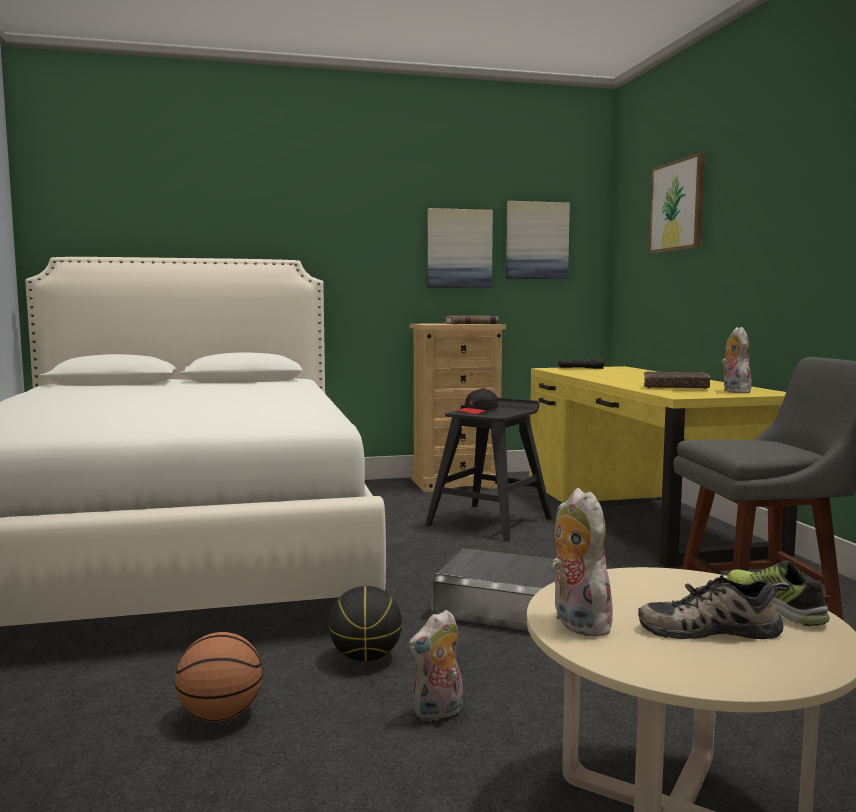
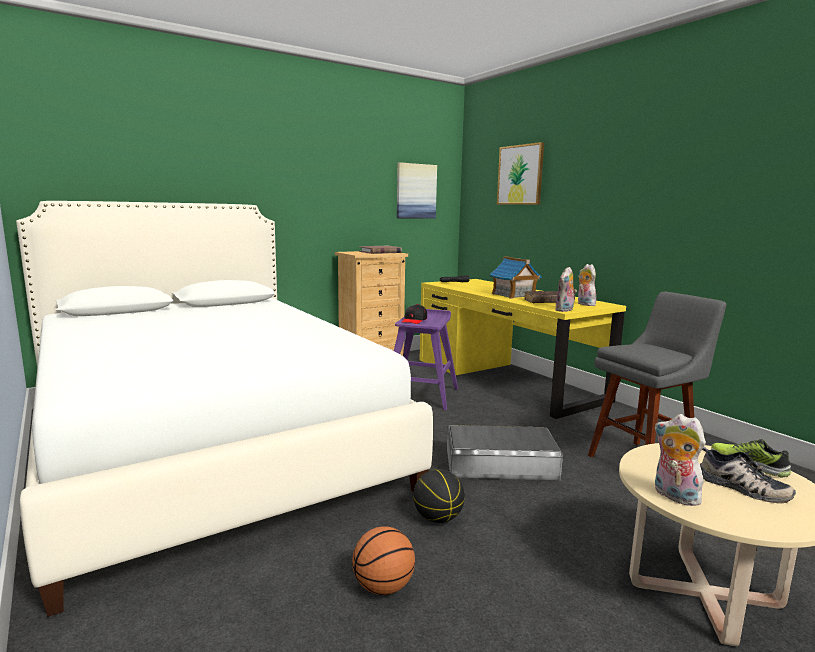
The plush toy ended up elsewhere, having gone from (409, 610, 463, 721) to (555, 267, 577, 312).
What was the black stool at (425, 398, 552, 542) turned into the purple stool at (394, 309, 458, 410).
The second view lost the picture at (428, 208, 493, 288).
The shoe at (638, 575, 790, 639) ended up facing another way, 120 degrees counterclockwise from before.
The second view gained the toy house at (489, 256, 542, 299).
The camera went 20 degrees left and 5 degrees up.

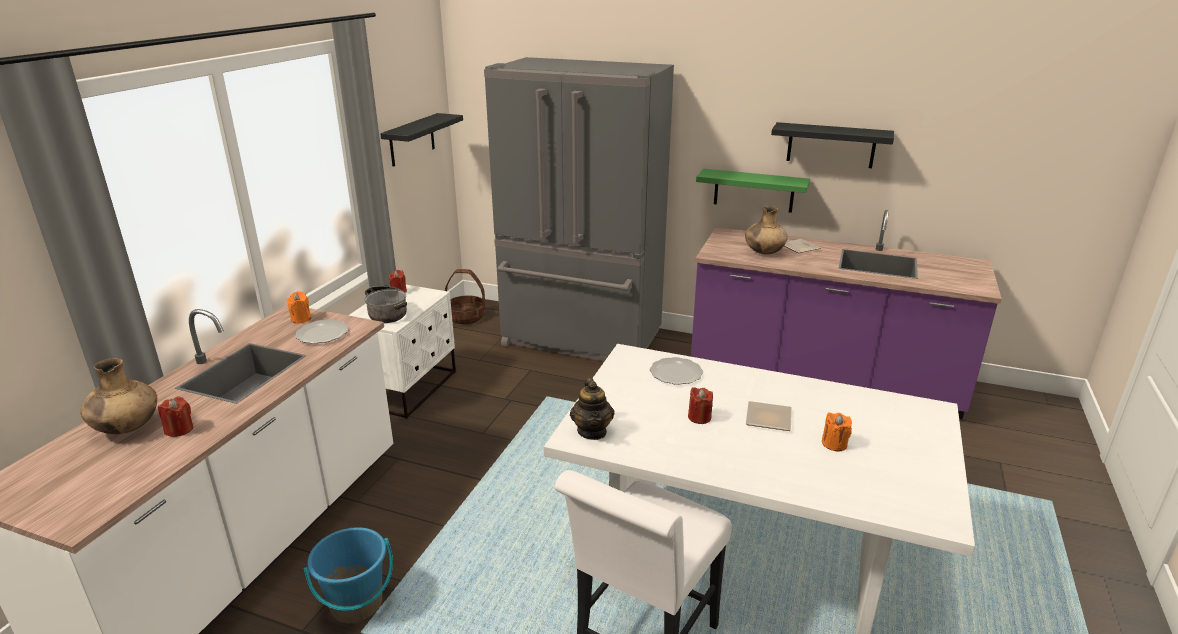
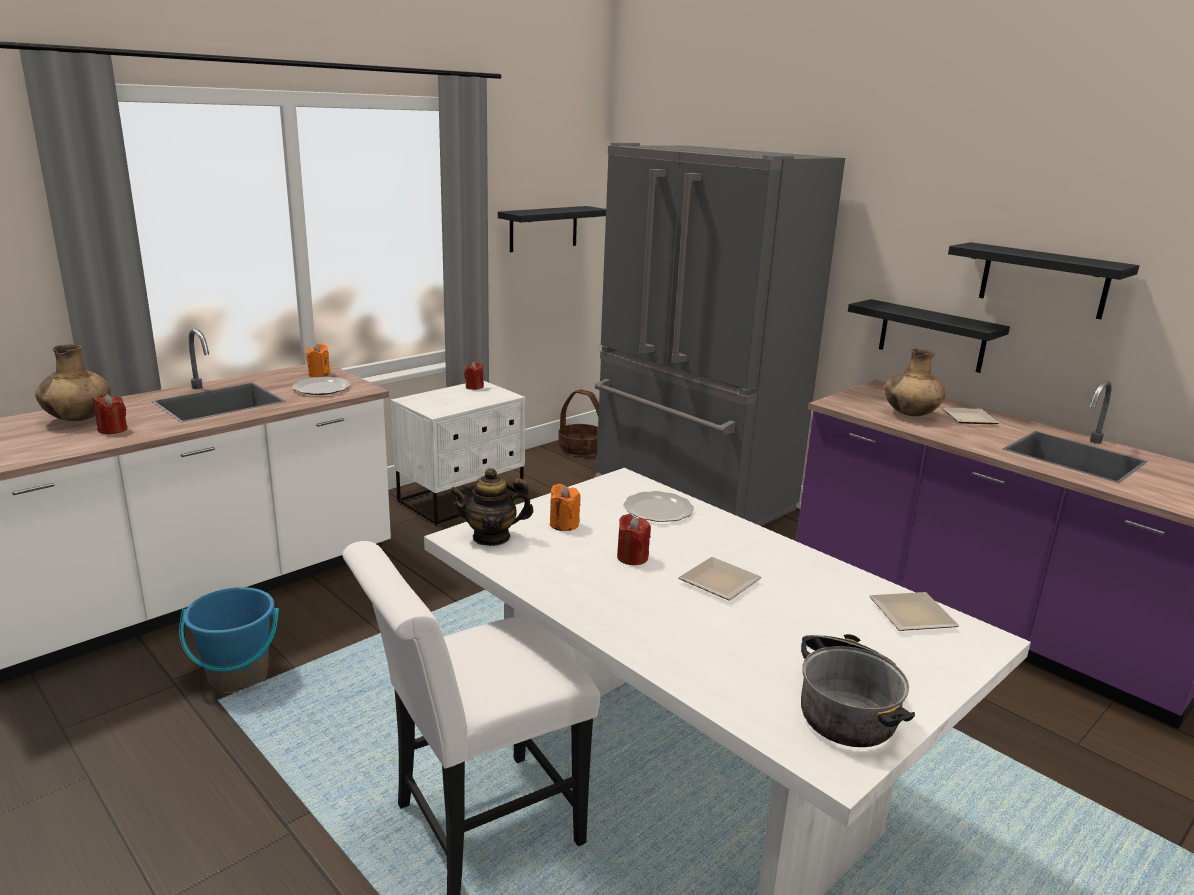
The cooking pot ended up elsewhere, having gone from (365, 285, 407, 323) to (801, 634, 915, 747).
The teapot at (570, 378, 615, 440) ended up facing another way, 60 degrees clockwise from before.
What was the green shelf at (696, 169, 810, 213) turned into the black shelf at (848, 299, 1010, 373).
The orange candle ended up elsewhere, having gone from (822, 413, 852, 451) to (550, 484, 581, 531).
The second view gained the plate at (869, 592, 959, 631).
The camera went 25 degrees right and 5 degrees down.

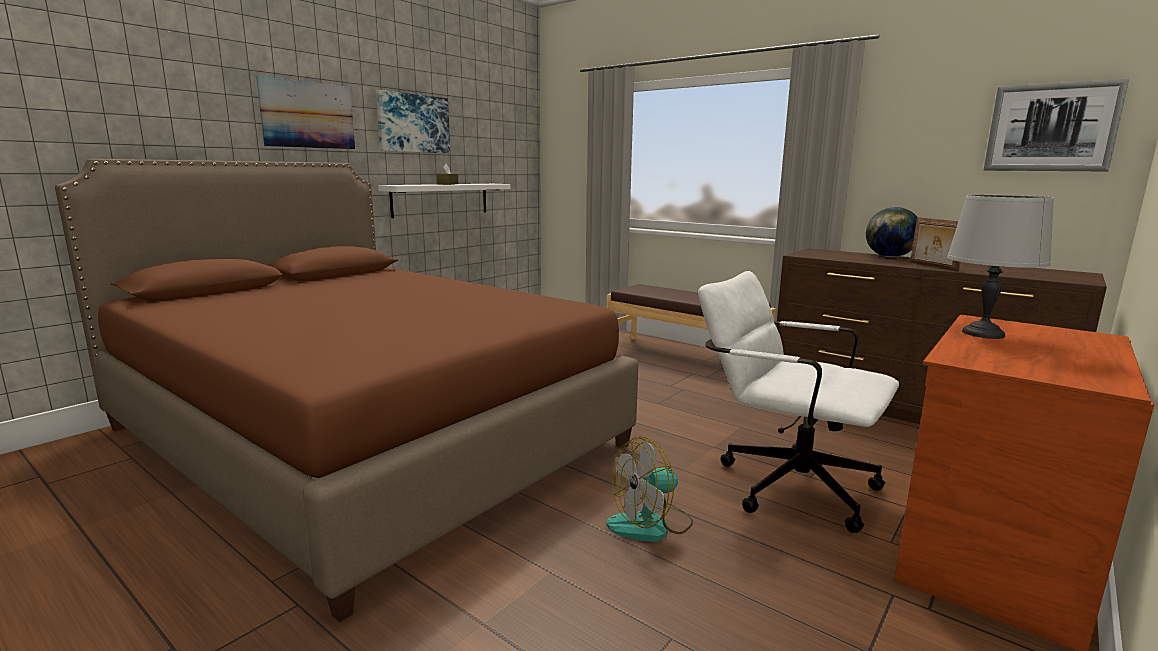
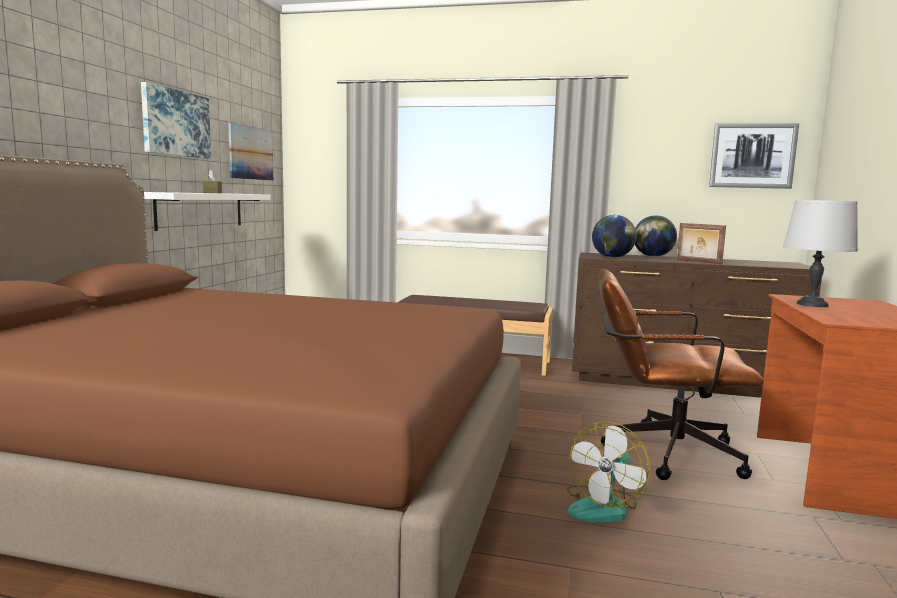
The picture ended up elsewhere, having gone from (256, 76, 355, 149) to (228, 123, 273, 181).
What was the white office chair at (698, 271, 899, 533) turned into the brown office chair at (598, 269, 764, 480).
The second view gained the globe at (592, 215, 636, 258).
The camera went 25 degrees left and 5 degrees down.

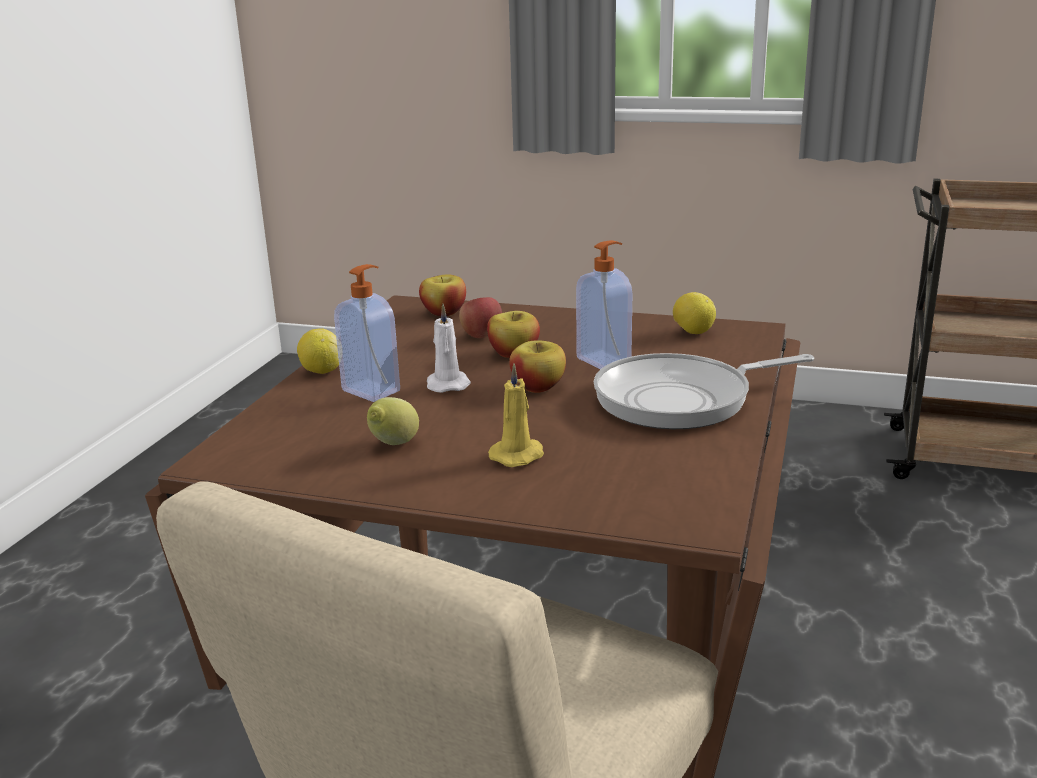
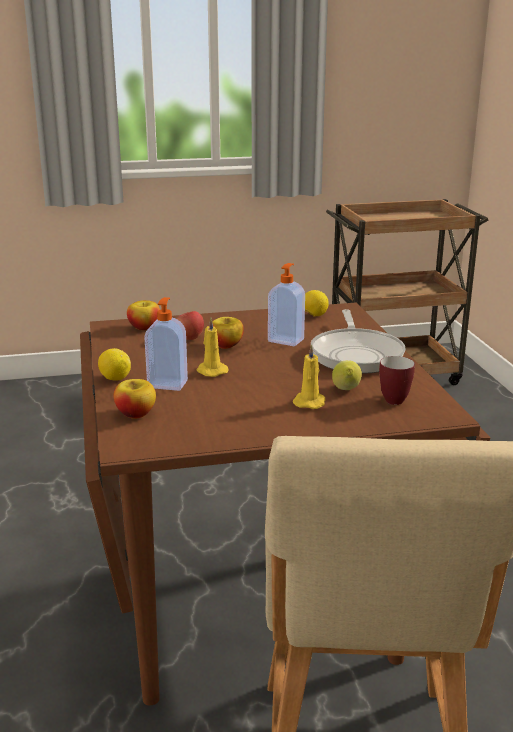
The lemon ended up elsewhere, having gone from (367, 397, 419, 445) to (332, 360, 362, 390).
What was the white candle at (427, 304, 471, 393) turned into the yellow candle at (196, 317, 229, 377).
The apple ended up elsewhere, having gone from (509, 340, 566, 393) to (114, 379, 156, 419).
The frying pan at (594, 353, 814, 429) ended up facing another way, 45 degrees counterclockwise from before.
The second view gained the mug at (379, 356, 415, 405).
The camera went 30 degrees left and 0 degrees up.

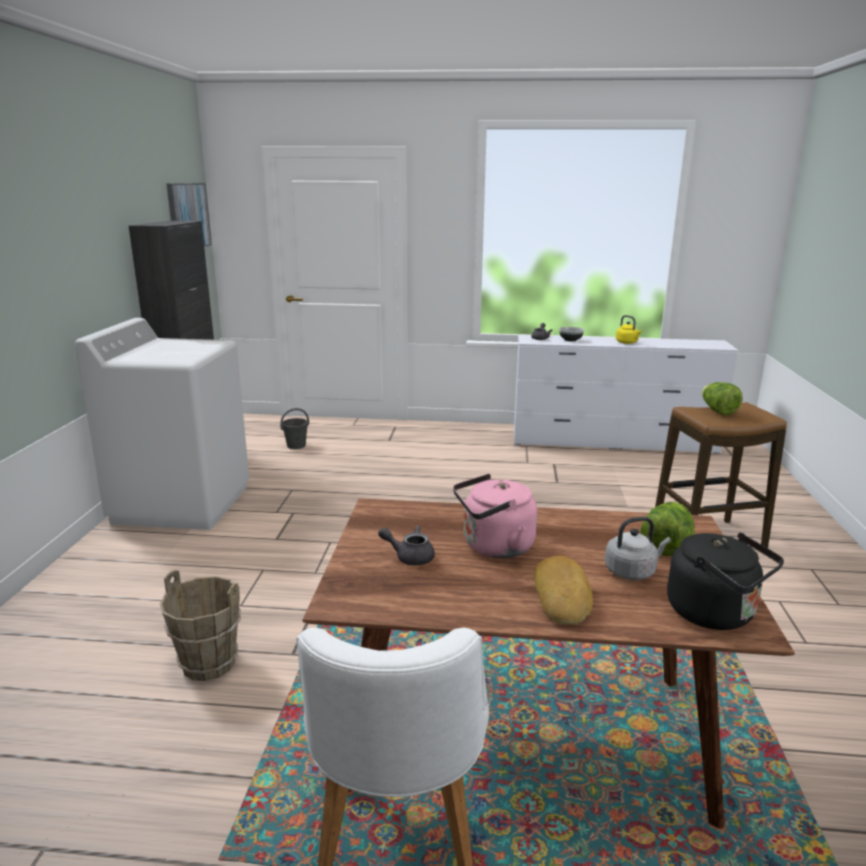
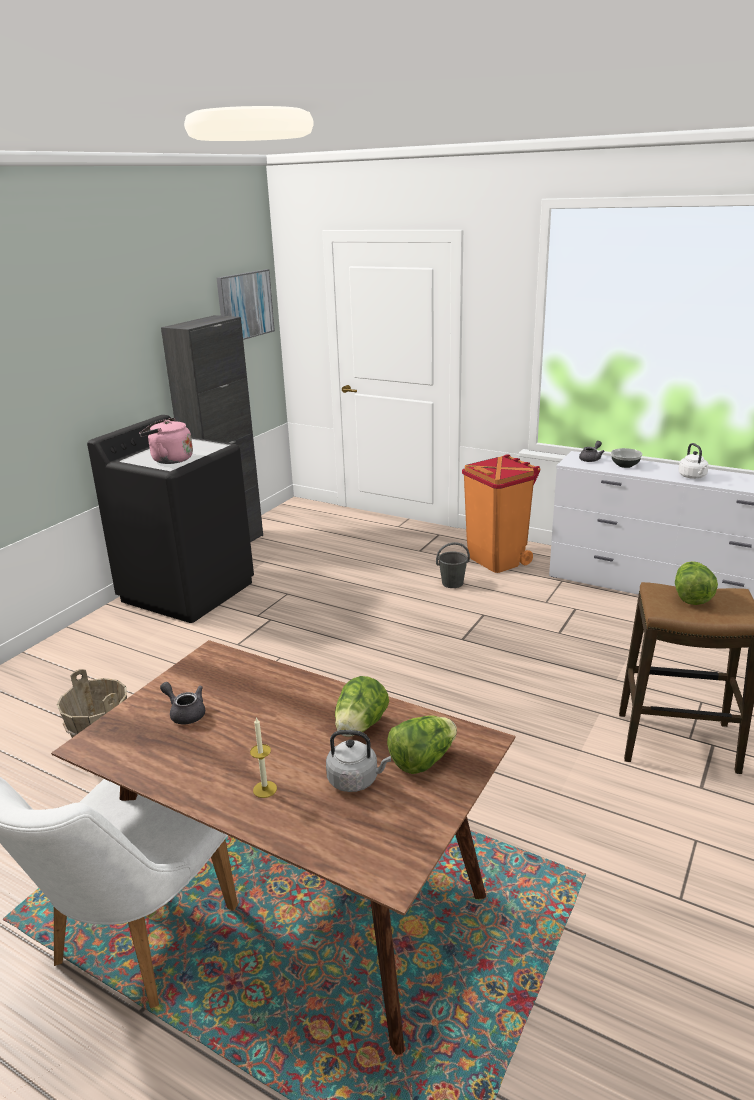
What was the white washing machine at (75, 318, 249, 530) turned into the black washing machine at (87, 415, 254, 623).
The grey bucket ended up elsewhere, having gone from (280, 408, 309, 449) to (436, 542, 470, 588).
The pink kettle ended up elsewhere, having gone from (453, 474, 537, 558) to (139, 418, 193, 464).
Where the bread stood at (534, 555, 593, 624), the candle came to stand at (250, 717, 277, 798).
What was the yellow kettle at (616, 315, 642, 344) turned into the white kettle at (678, 443, 709, 479).
The second view lost the black kettle at (667, 533, 784, 630).
The second view gained the lettuce at (335, 676, 389, 737).
The second view gained the orange trash can at (462, 454, 540, 573).
The camera went 25 degrees right and 5 degrees up.

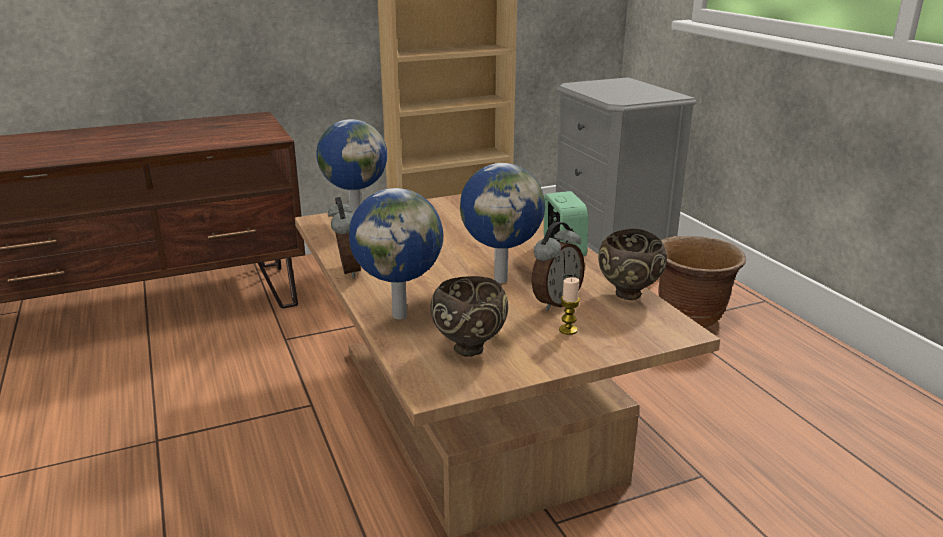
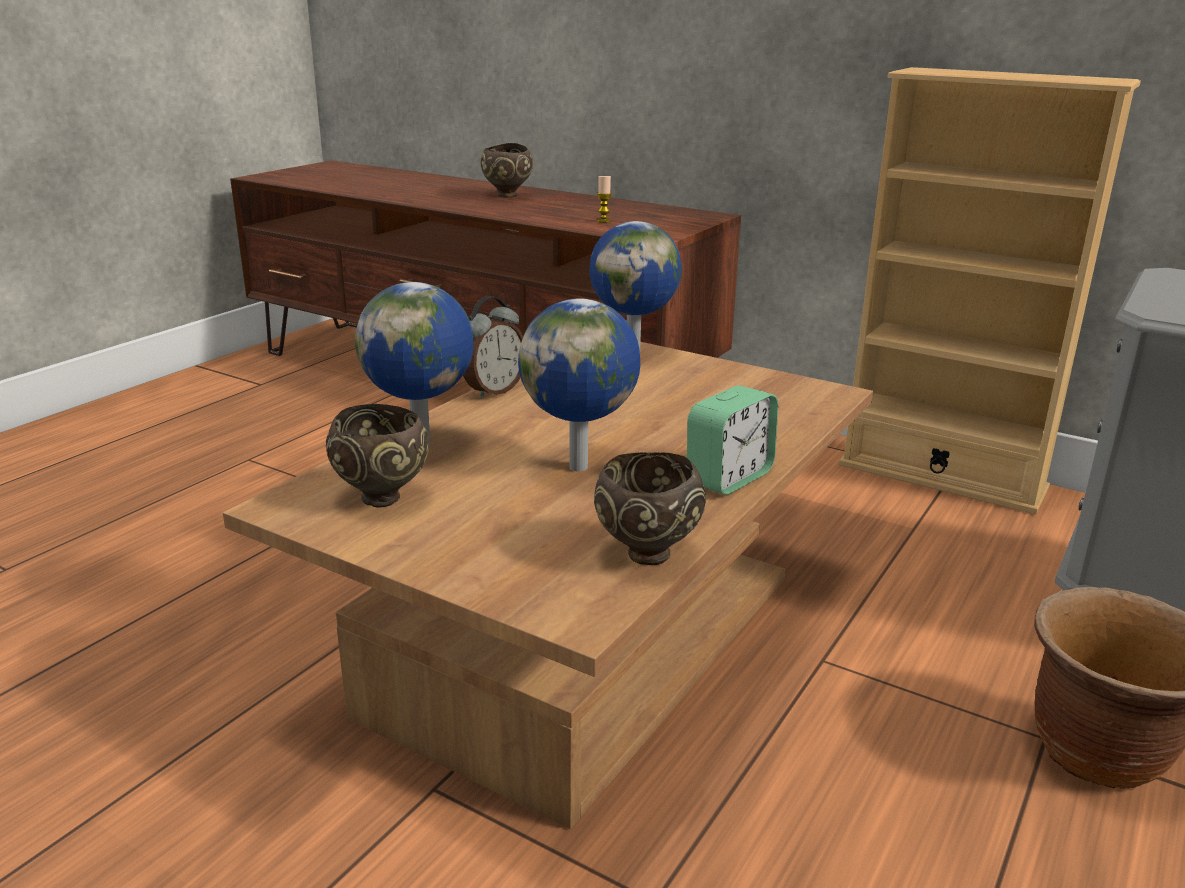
The second view lost the alarm clock at (532, 222, 585, 311).
The candle ended up elsewhere, having gone from (559, 277, 580, 335) to (596, 175, 612, 223).
The second view gained the brown bowl at (480, 143, 533, 198).
The camera went 55 degrees right and 0 degrees up.

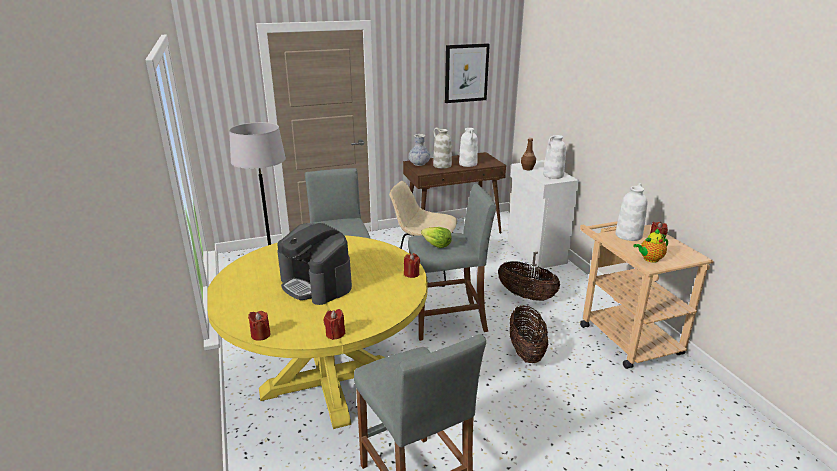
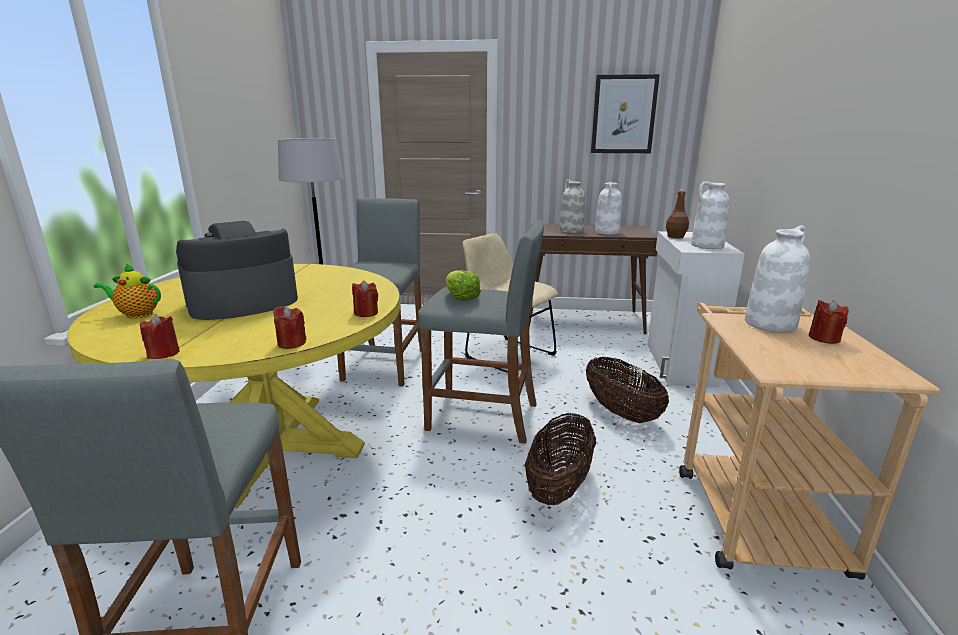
The red candle ended up elsewhere, having gone from (248, 311, 270, 341) to (273, 306, 307, 349).
The coffee machine at (278, 223, 352, 305) ended up facing another way, 75 degrees clockwise from before.
The second view lost the vase at (409, 134, 430, 166).
The teapot ended up elsewhere, having gone from (633, 228, 668, 263) to (94, 263, 161, 319).
The camera went 25 degrees right and 5 degrees down.

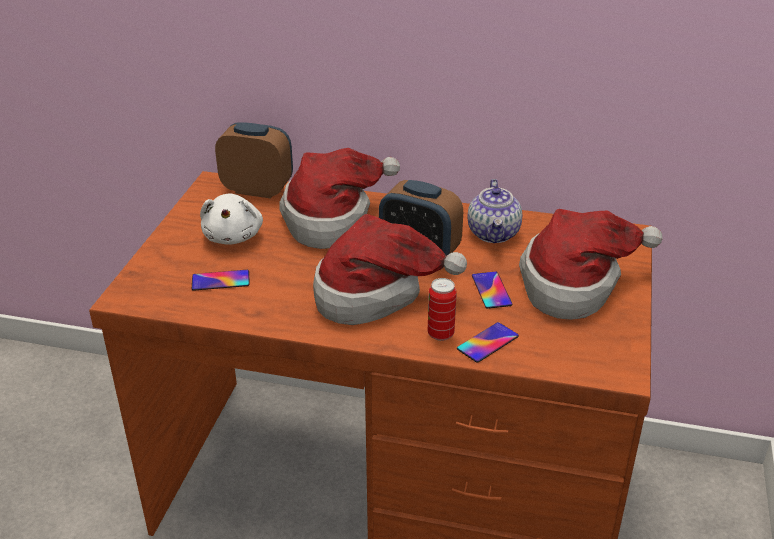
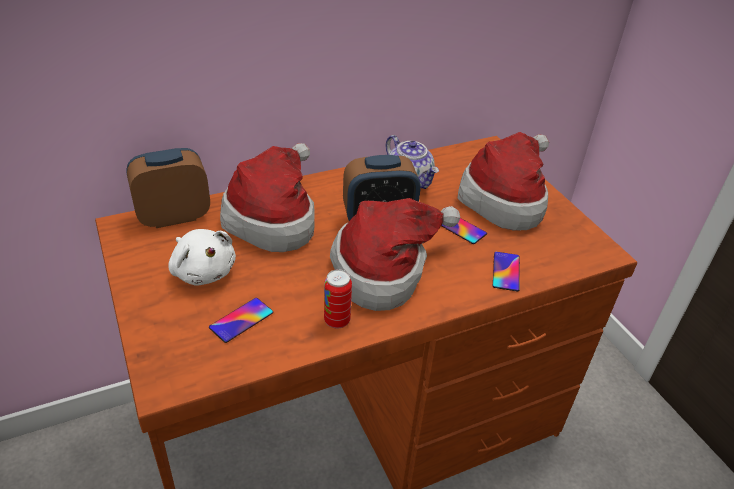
The can ended up elsewhere, having gone from (428, 278, 457, 341) to (324, 269, 352, 328).
The camera went 40 degrees left and 5 degrees up.

